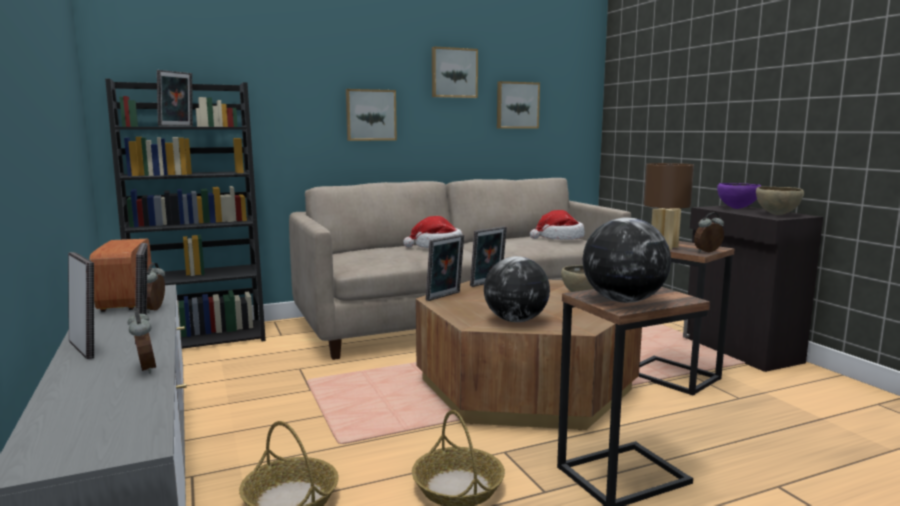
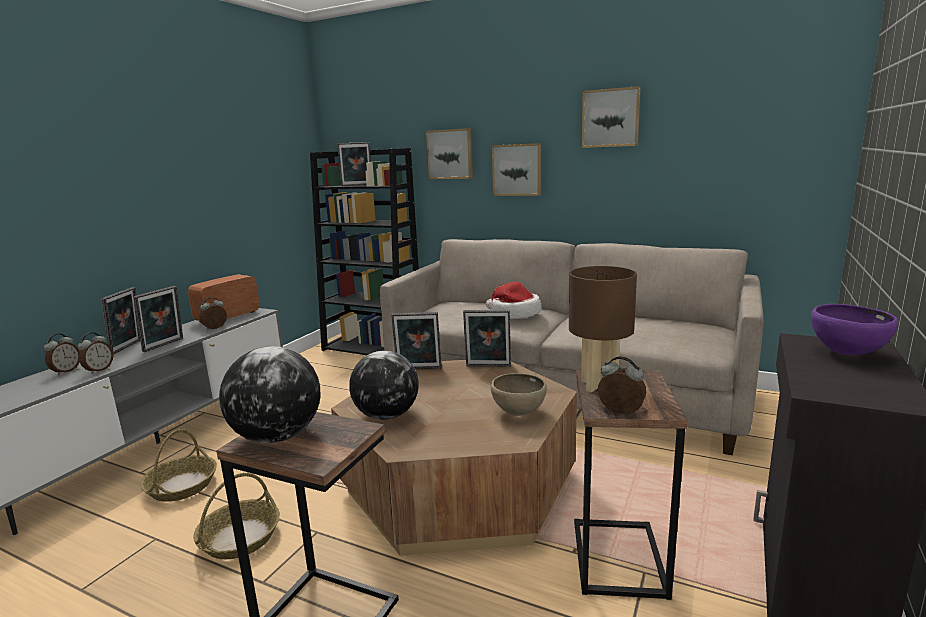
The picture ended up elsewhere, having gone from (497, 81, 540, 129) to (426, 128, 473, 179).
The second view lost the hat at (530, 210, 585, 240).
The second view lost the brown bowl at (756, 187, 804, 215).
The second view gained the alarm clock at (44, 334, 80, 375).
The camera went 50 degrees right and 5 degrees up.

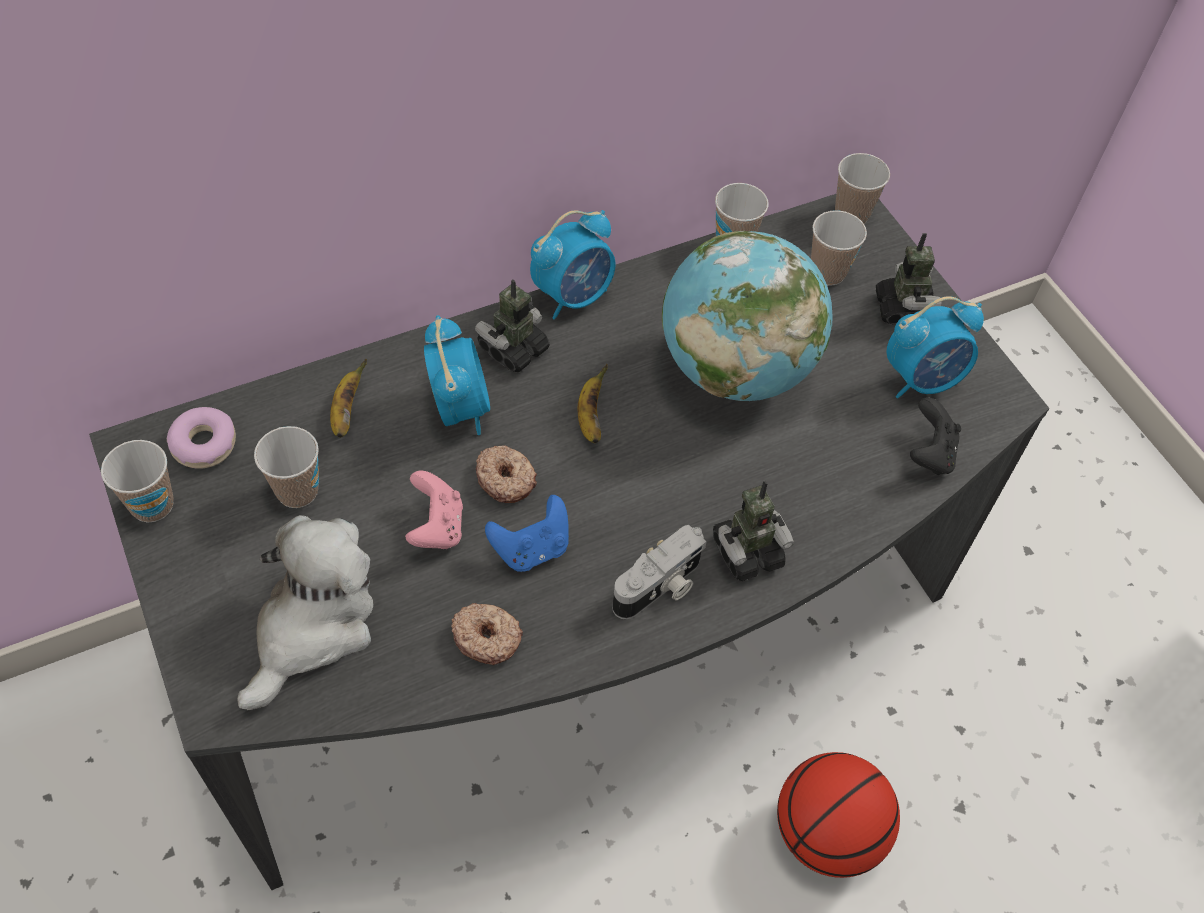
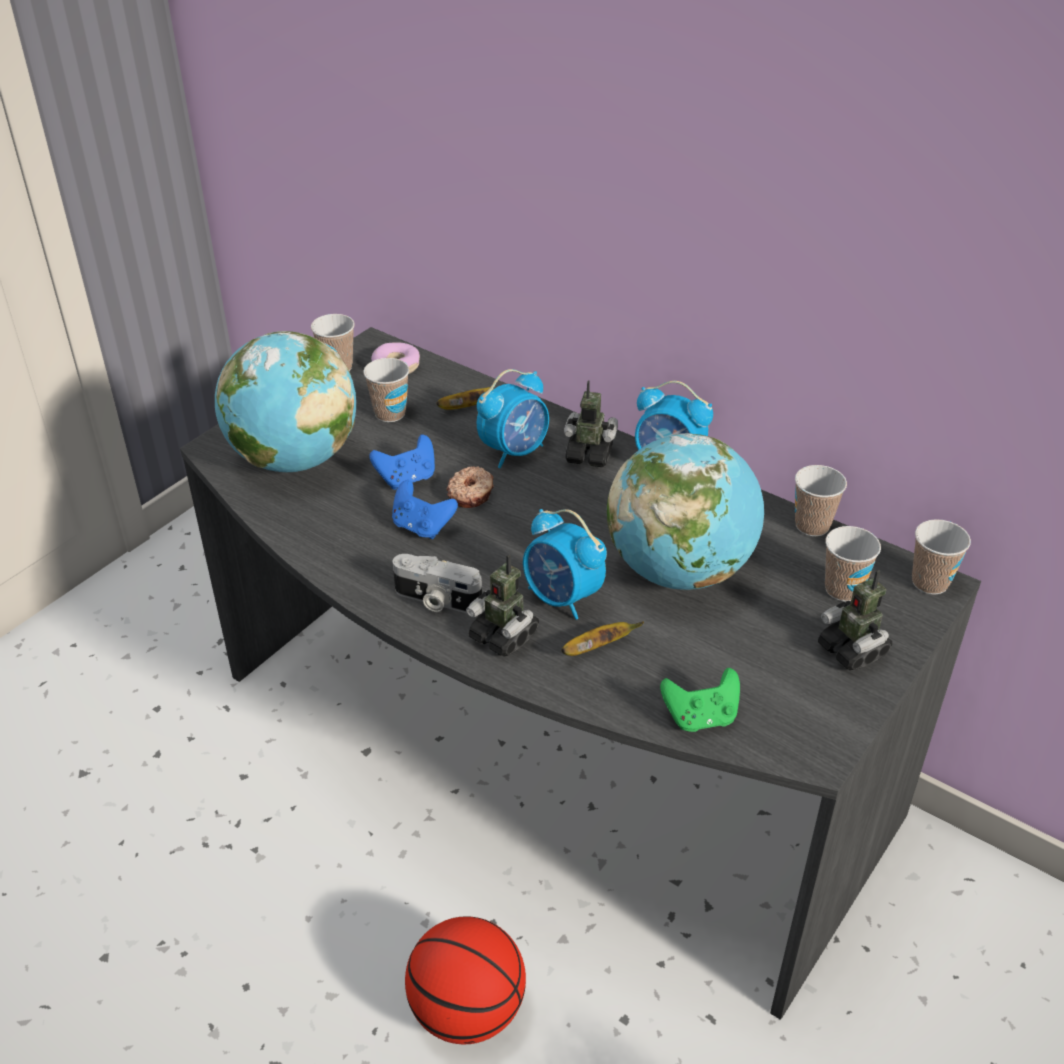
Where the plush toy stood at (237, 515, 373, 710), the globe came to stand at (215, 331, 356, 472).
What was the pink game controller at (405, 470, 463, 549) turned into the blue game controller at (369, 434, 435, 490).
The second view lost the donut at (451, 603, 523, 665).
The banana ended up elsewhere, having gone from (578, 364, 608, 443) to (561, 621, 644, 656).
The toy robot at (876, 233, 941, 325) ended up facing another way, 90 degrees clockwise from before.
The alarm clock ended up elsewhere, having gone from (886, 296, 984, 398) to (523, 509, 607, 620).
What was the black game controller at (910, 397, 961, 475) turned into the green game controller at (660, 668, 740, 732).
The camera went 65 degrees right and 15 degrees down.

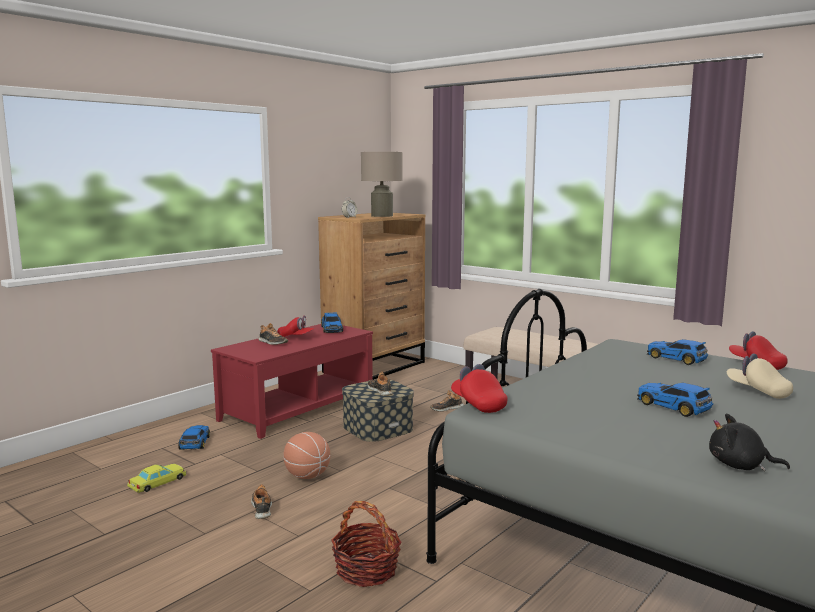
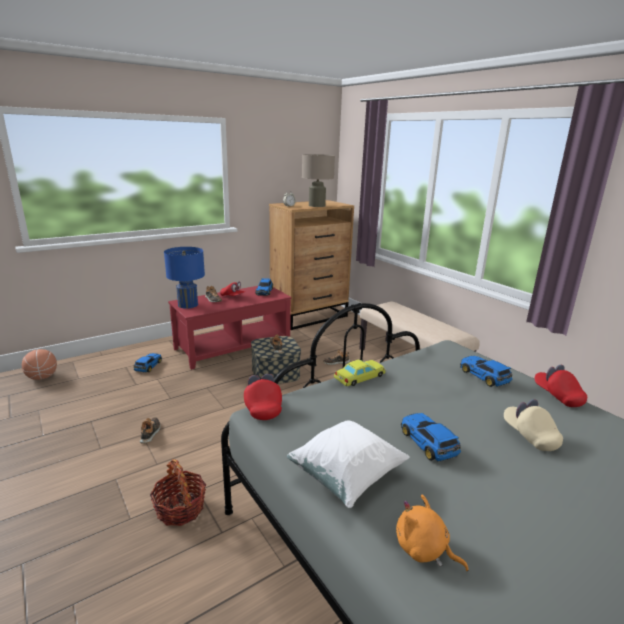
The yellow toy car ended up elsewhere, having gone from (127, 464, 186, 493) to (334, 360, 386, 386).
The basketball ended up elsewhere, having gone from (283, 432, 330, 479) to (22, 349, 57, 380).
What was the black plush toy at (709, 414, 790, 471) turned into the orange plush toy at (396, 495, 469, 571).
The second view gained the blue table lamp at (164, 247, 205, 309).
The second view gained the white pillow at (287, 421, 410, 508).
The camera went 15 degrees right and 10 degrees up.

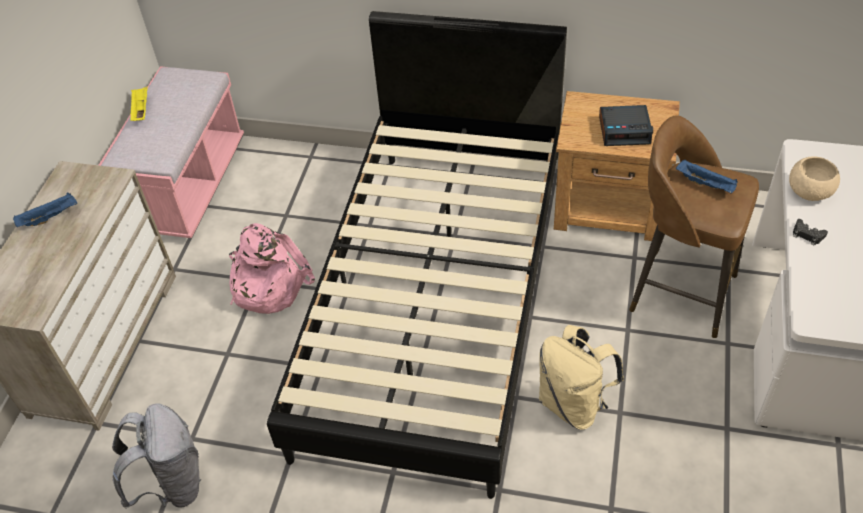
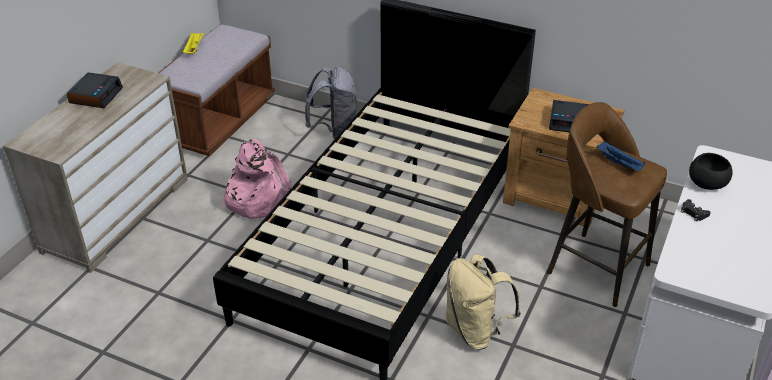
Where the blue tray stood at (13, 193, 78, 227), the alarm clock came to stand at (67, 72, 123, 108).
What was the pink bench at (99, 66, 244, 238) turned into the brown bench at (158, 24, 275, 156).
The grey backpack ended up elsewhere, having gone from (112, 403, 201, 509) to (305, 66, 357, 139).
What was the beige bowl at (789, 156, 840, 201) turned into the black bowl at (689, 153, 733, 190).
The camera went 10 degrees right and 10 degrees down.

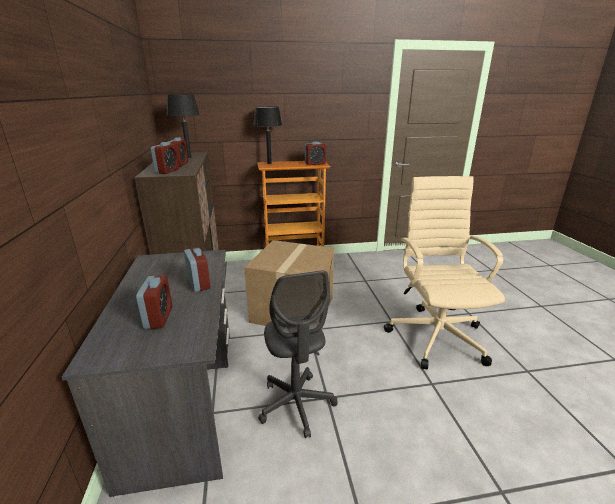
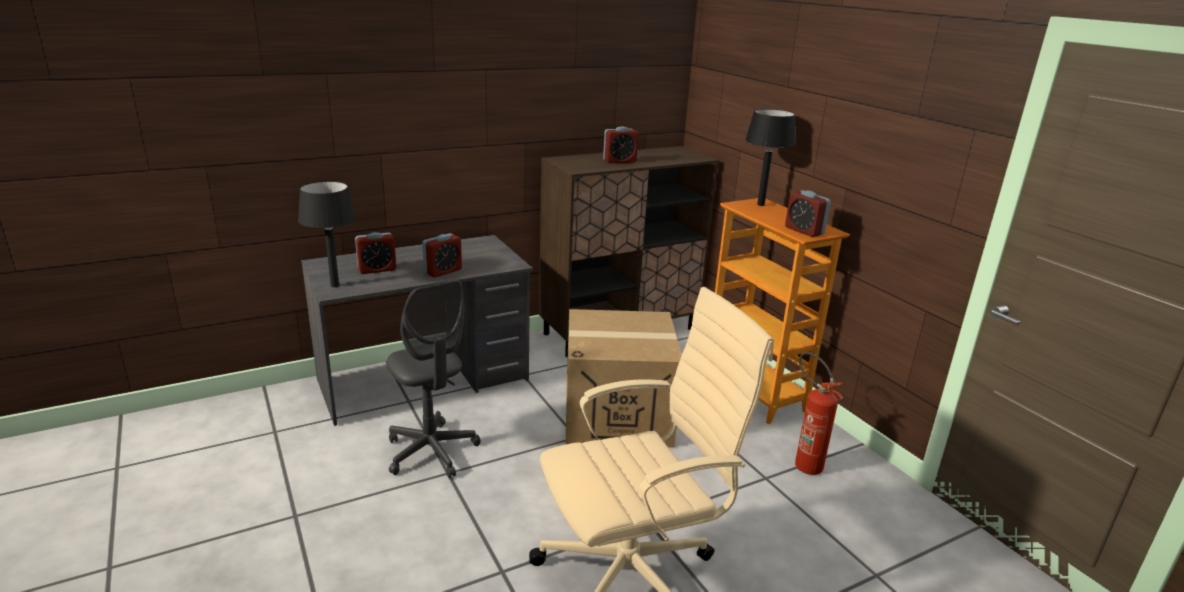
The second view lost the alarm clock at (151, 142, 179, 174).
The black table lamp ended up elsewhere, having gone from (167, 95, 200, 158) to (298, 181, 357, 287).
The grey office chair at (258, 270, 338, 438) ended up facing another way, 90 degrees counterclockwise from before.
The second view gained the fire extinguisher at (795, 352, 843, 475).
The camera went 70 degrees right and 0 degrees up.

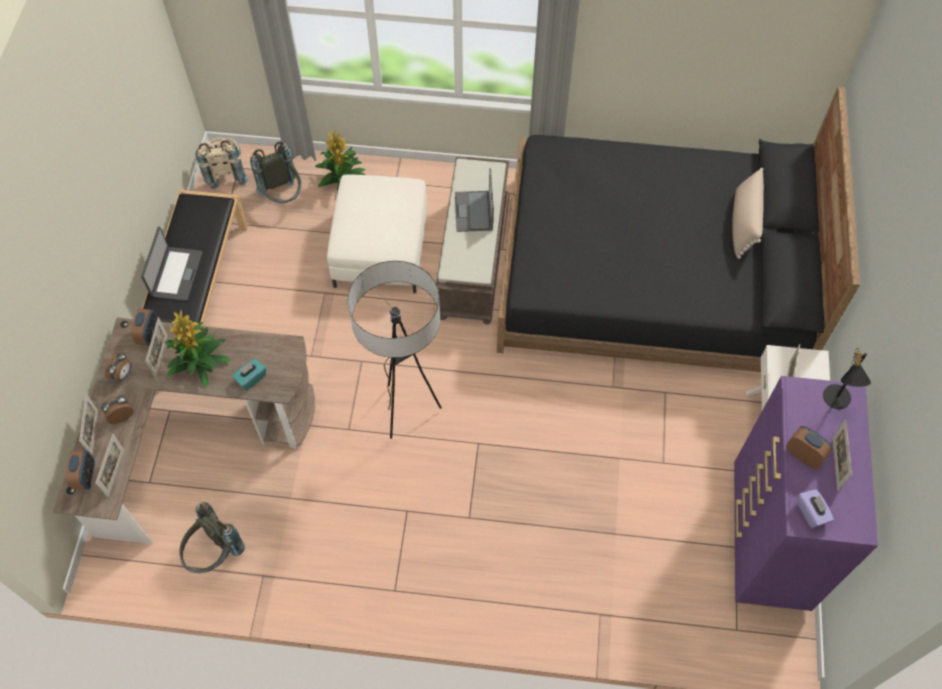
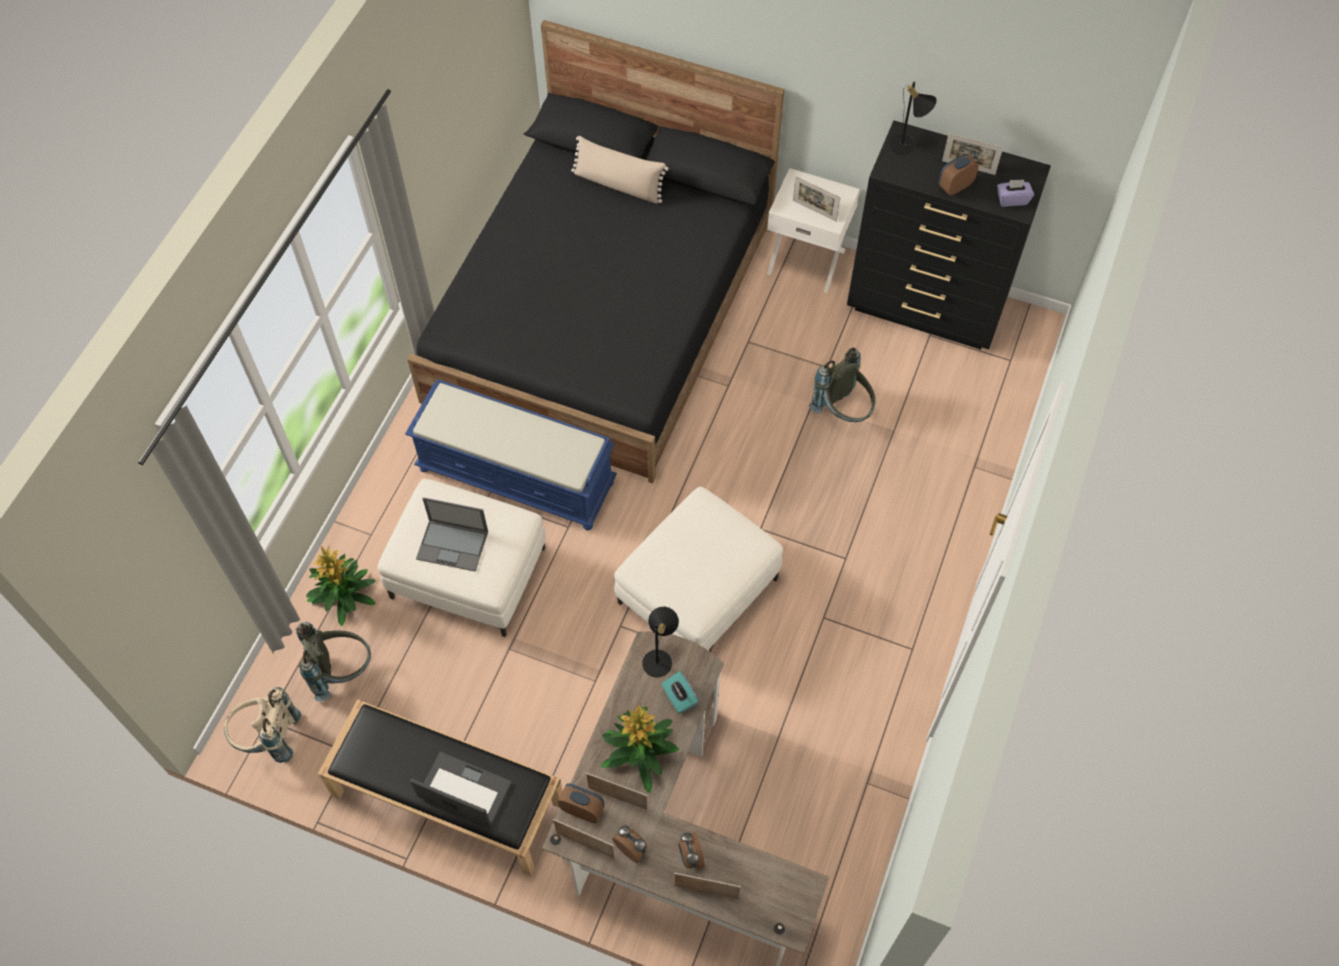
The second view lost the alarm clock at (65, 451, 95, 489).
The picture frame ended up elsewhere, having gone from (96, 434, 125, 498) to (553, 819, 615, 859).
The grey backpack ended up elsewhere, having gone from (179, 502, 245, 573) to (809, 348, 876, 422).
Where the floor lamp stood at (348, 261, 442, 439), the white ottoman came to stand at (614, 487, 783, 650).
What was the brown bench at (436, 157, 509, 324) turned into the blue bench at (405, 379, 617, 530).
The laptop ended up elsewhere, having gone from (455, 168, 494, 232) to (416, 497, 488, 572).
What was the purple dresser at (734, 376, 878, 611) turned into the black dresser at (847, 120, 1051, 350).
The second view gained the black table lamp at (642, 606, 679, 677).
The camera went 75 degrees left and 0 degrees up.

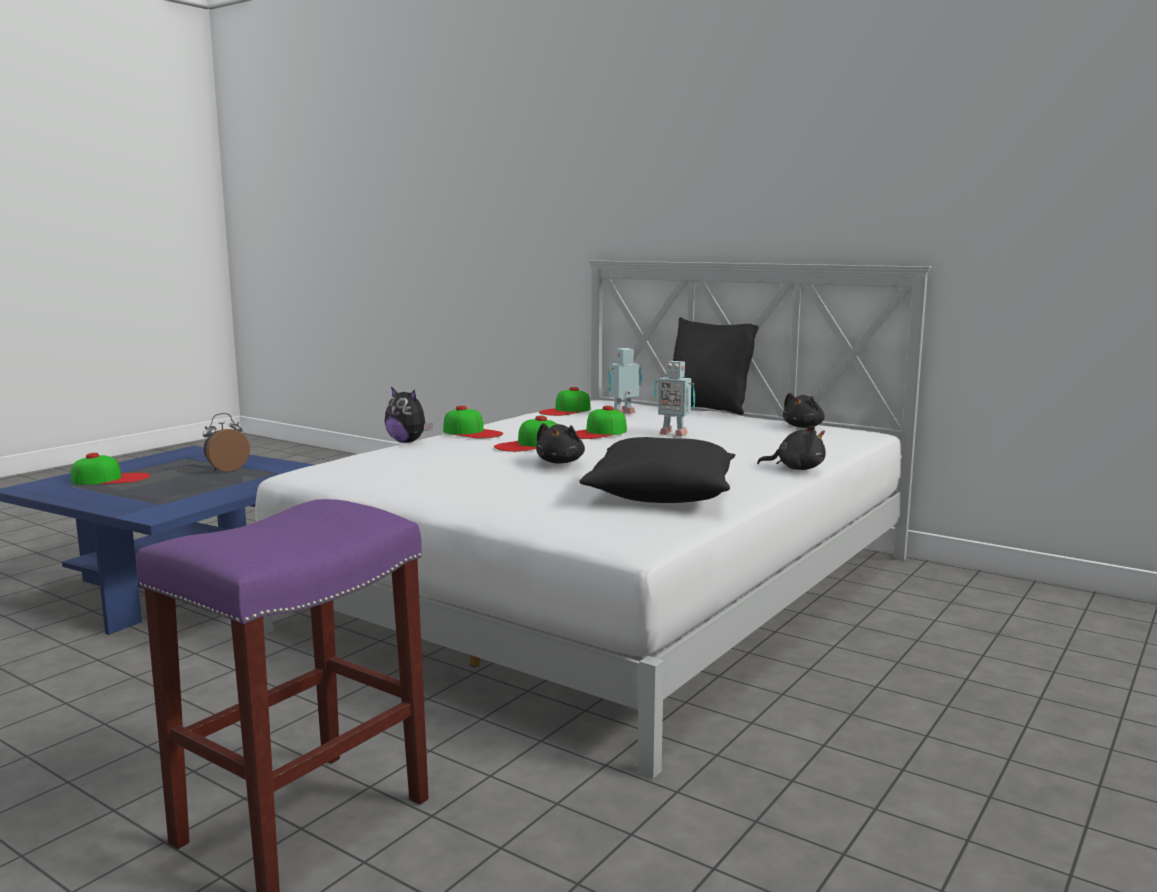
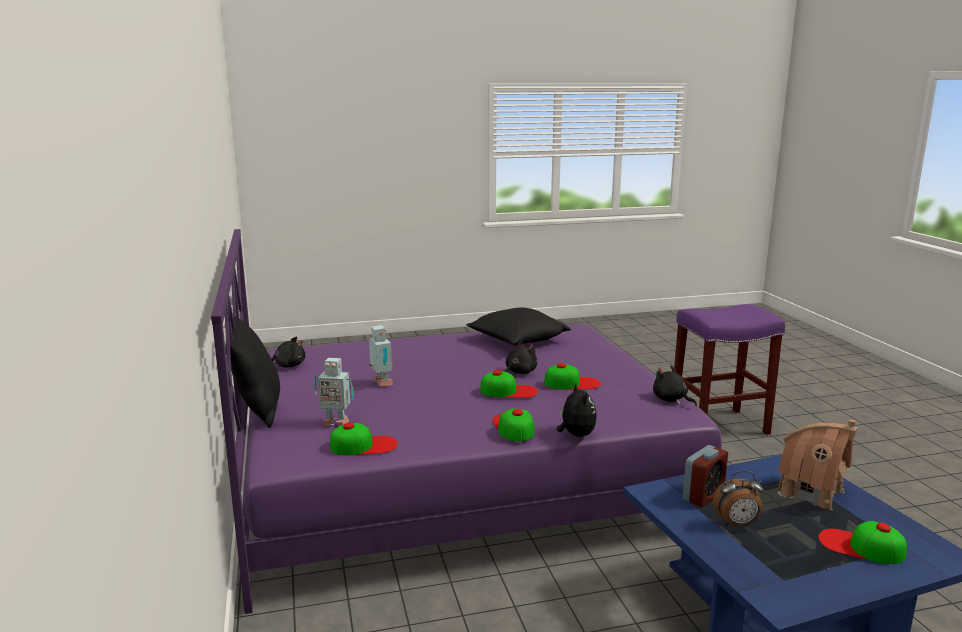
What was the white bed at (255, 260, 931, 778) turned into the purple bed at (211, 229, 722, 614).
The cap ended up elsewhere, having gone from (575, 406, 627, 439) to (544, 363, 601, 390).
The black plush toy ended up elsewhere, having gone from (757, 426, 826, 470) to (653, 365, 697, 406).
The second view gained the alarm clock at (683, 445, 728, 507).
The second view gained the toy house at (778, 419, 858, 511).
The camera went 140 degrees left and 5 degrees up.

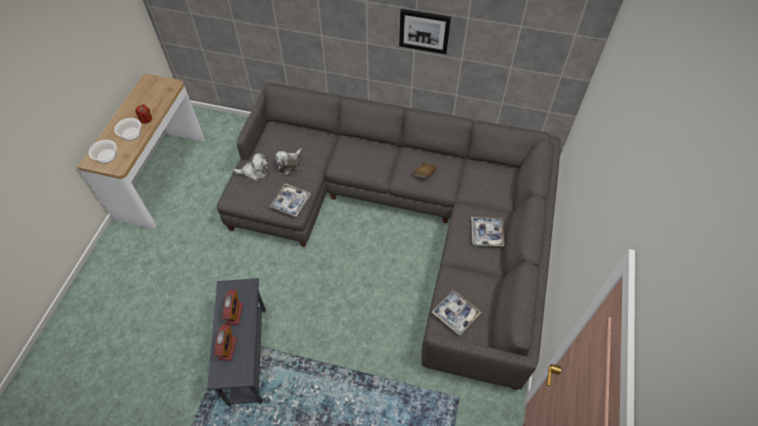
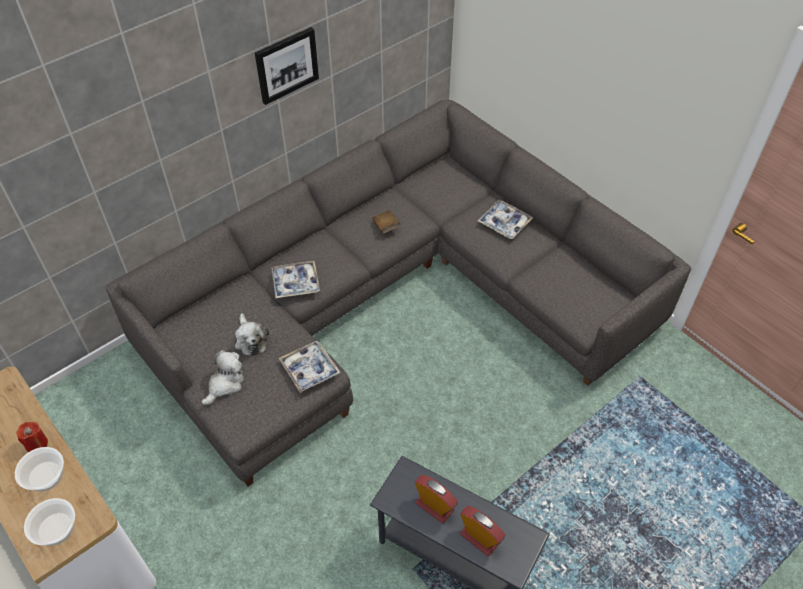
The tray ended up elsewhere, having gone from (432, 290, 481, 335) to (271, 261, 320, 298).
The camera went 55 degrees left and 5 degrees down.

